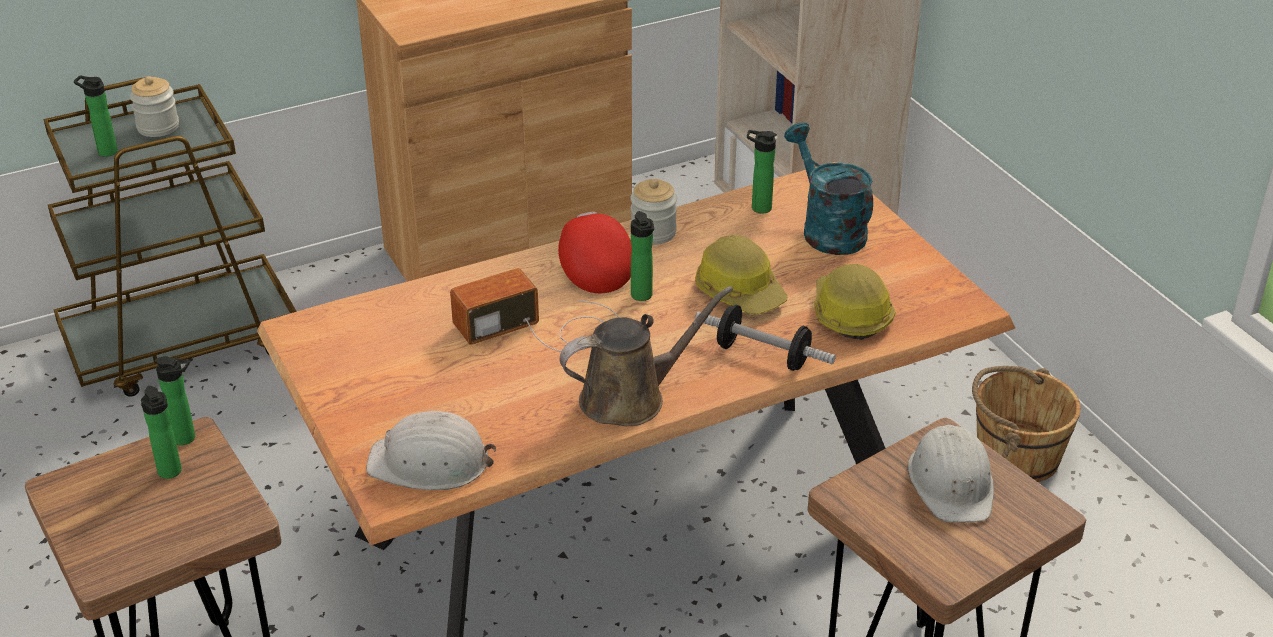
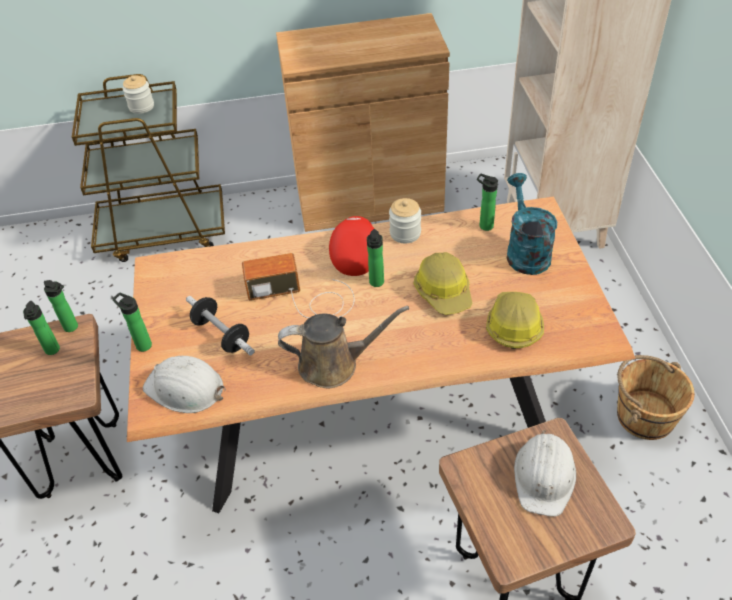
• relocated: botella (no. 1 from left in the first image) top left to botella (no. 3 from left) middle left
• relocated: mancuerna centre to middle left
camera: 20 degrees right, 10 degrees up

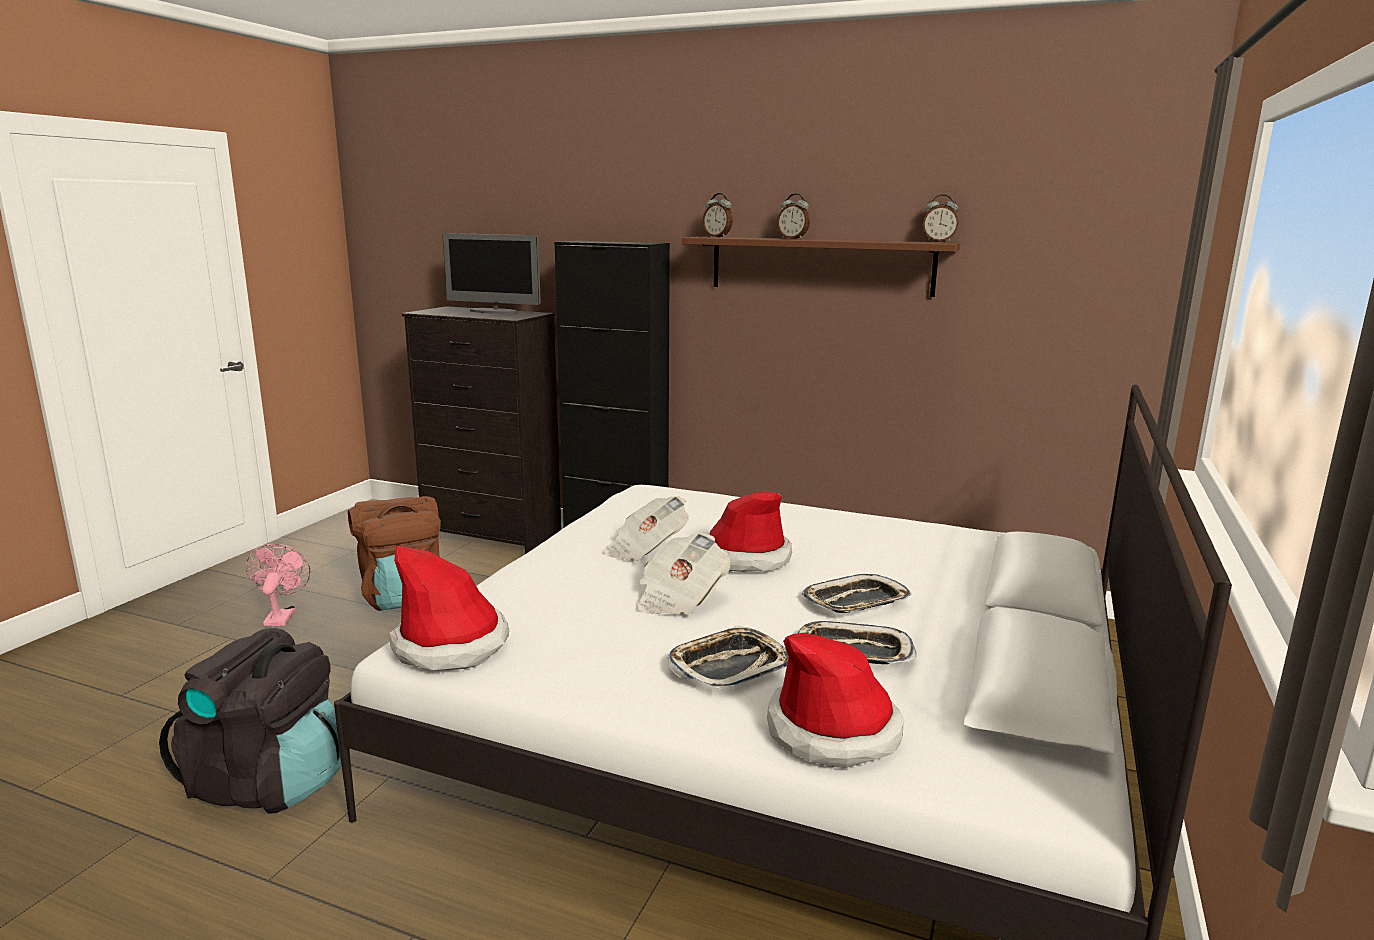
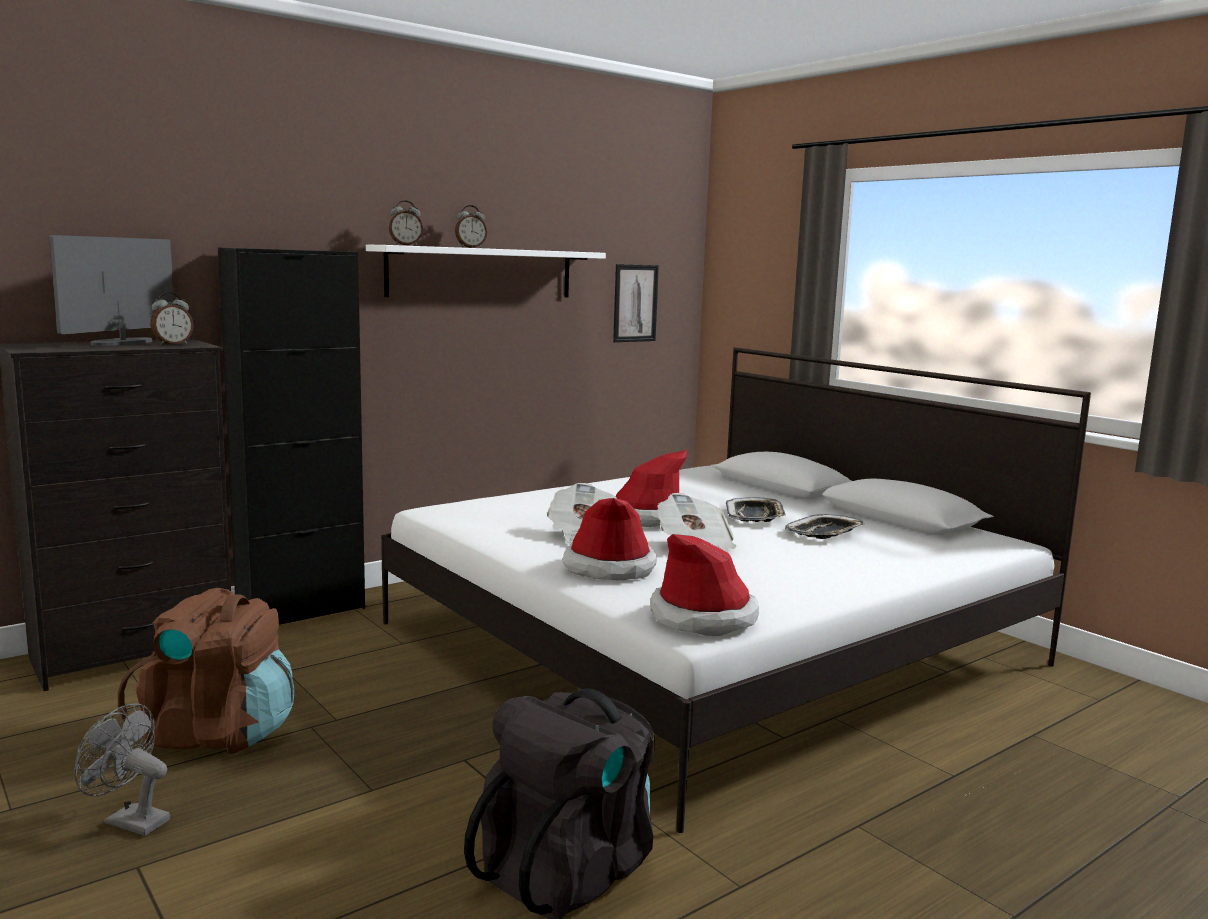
• relocated: despertador (no. 3 from left in the first image) top right to despertador (no. 1 from left) middle left
• spun: monitor top centre = top left 150 degrees clockwise
• colour: estante (marrón) top centre to estante (blanco) top centre
• colour: ventilador (rosa) middle left to ventilador (gris) bottom left
• missing: bandeja (no. 1 from left) bottom centre
• relocated: sombrero (no. 3 from left in the first image) bottom centre to sombrero (no. 1 from left) centre
• appeared: cuadro top centre
camera: 60 degrees left, 5 degrees down

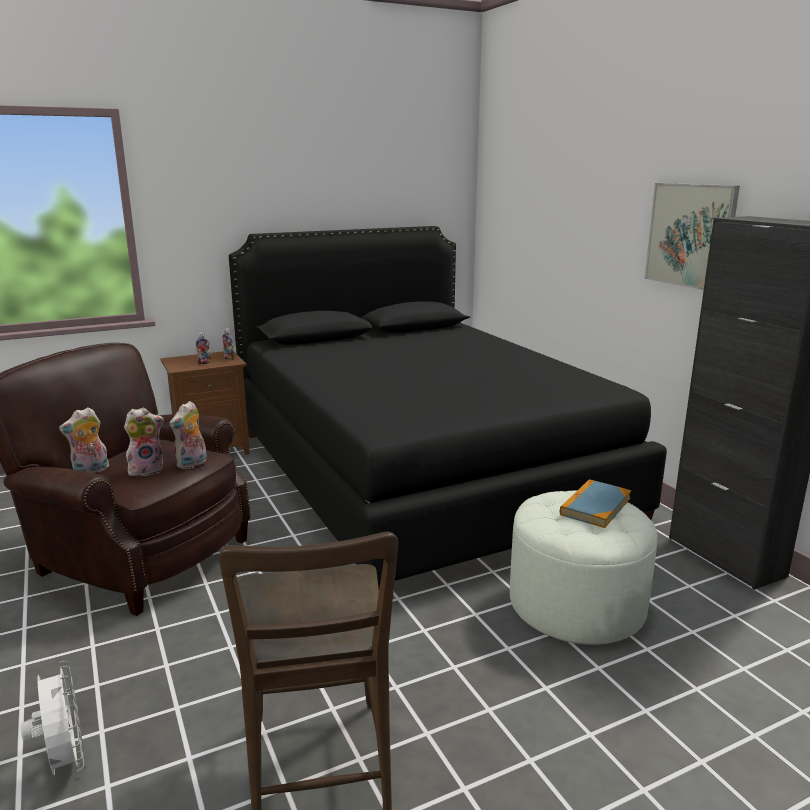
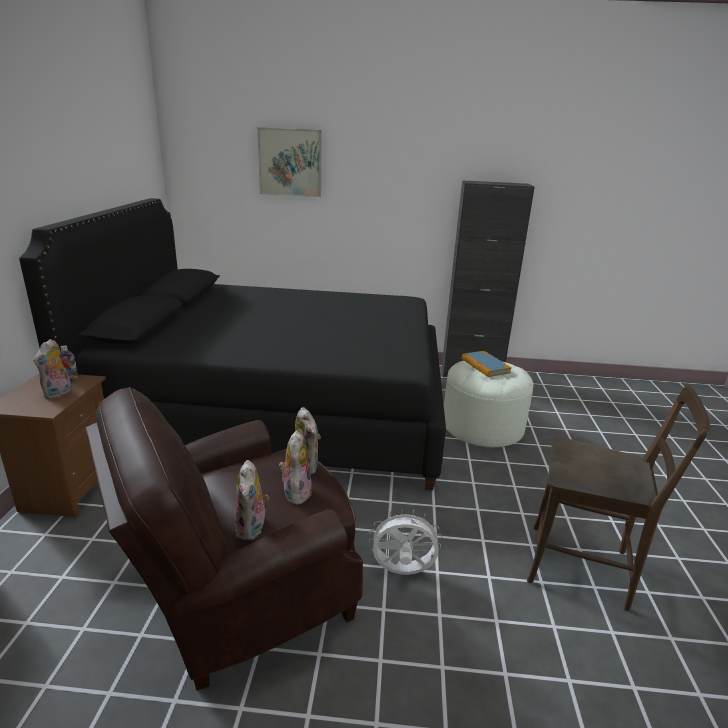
• relocated: cuadro top right to top centre
• exchanged: botella (no. 1 from left) middle left to peluche (no. 1 from left) middle left
• relocated: ventilador (blanco) bottom left to bottom centre
camera: 60 degrees left, 5 degrees up

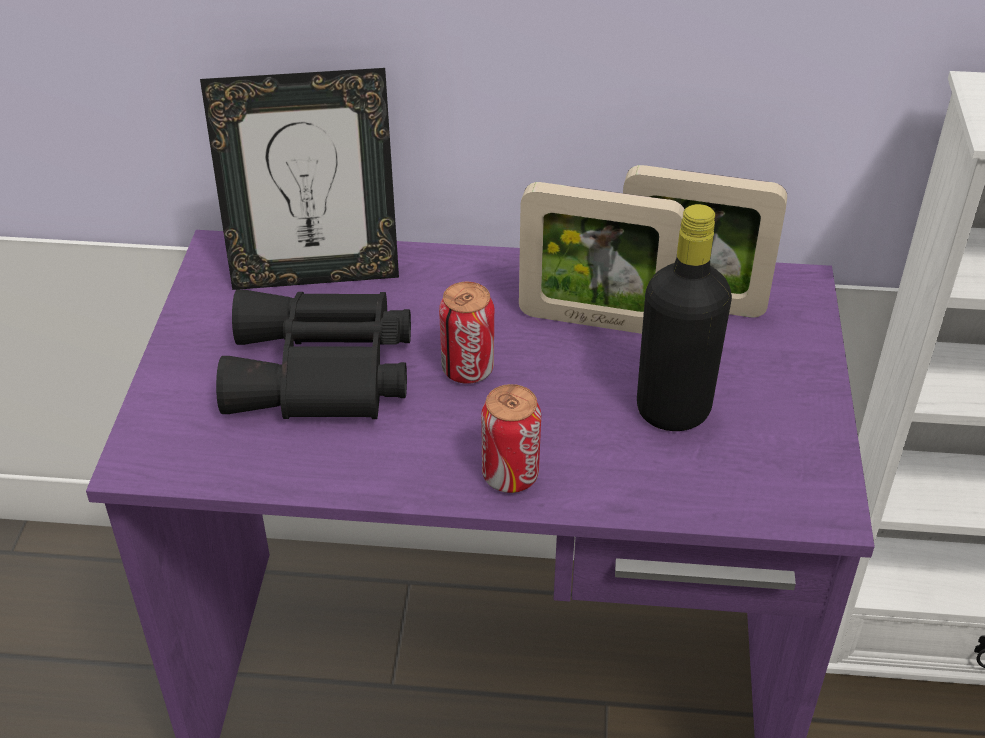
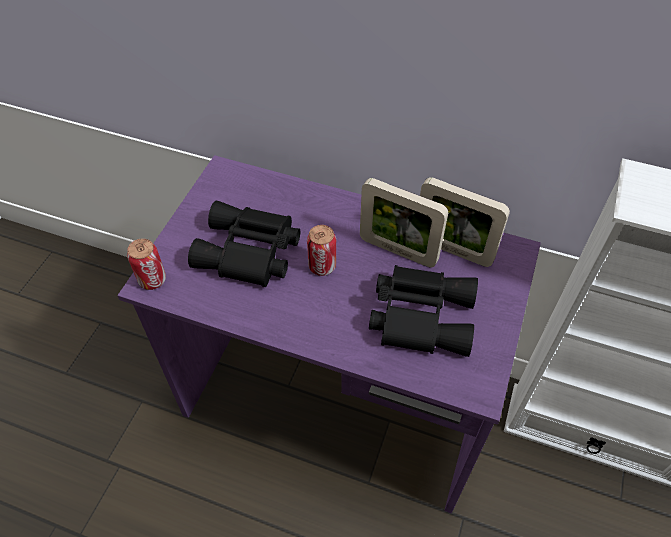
• missing: portarretratos (no. 1 from left) top left
• exchanged: botella (negro) middle right to prismáticos (negro) (no. 2 from left) centre
• relocated: lata (no. 2 from left in the first image) centre to lata (no. 1 from left) middle left
camera: 15 degrees right, 10 degrees up

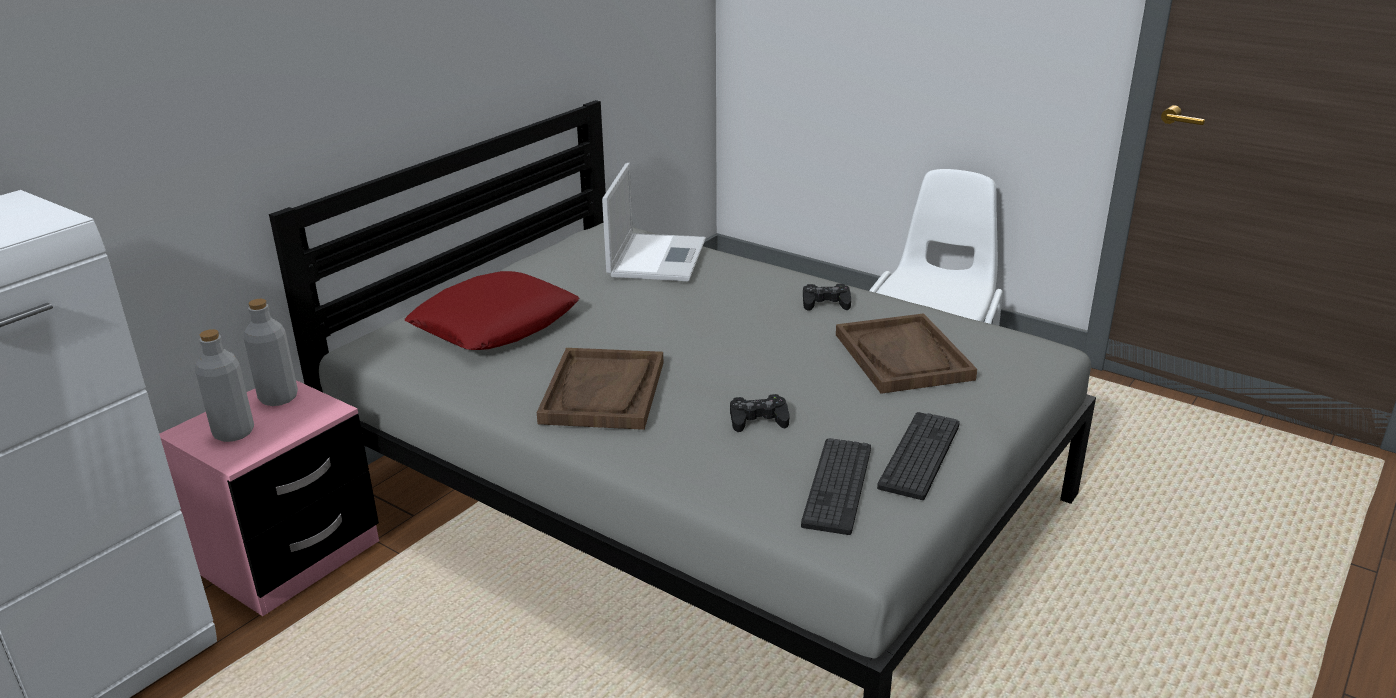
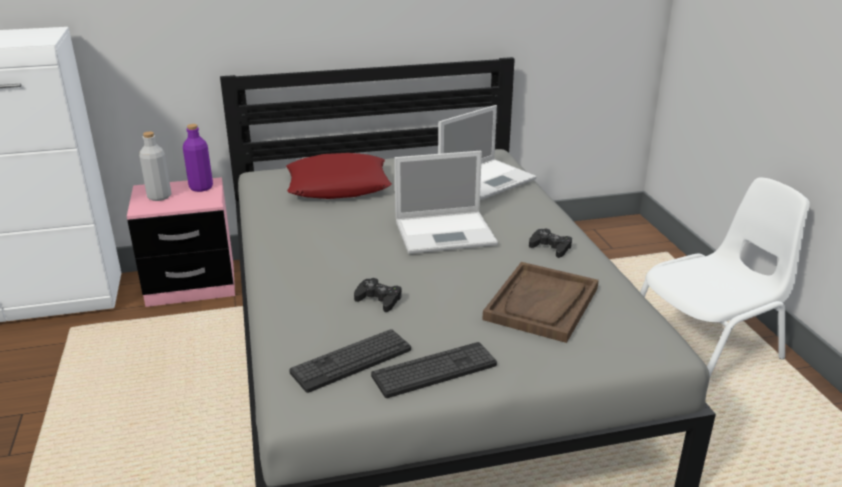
• colour: botella (gris) (no. 2 from left) middle left to botella (morado) top left
• missing: bandeja (marrón) (no. 1 from left) centre
• appeared: portátil (no. 1 from left) centre
camera: 40 degrees right, 0 degrees up

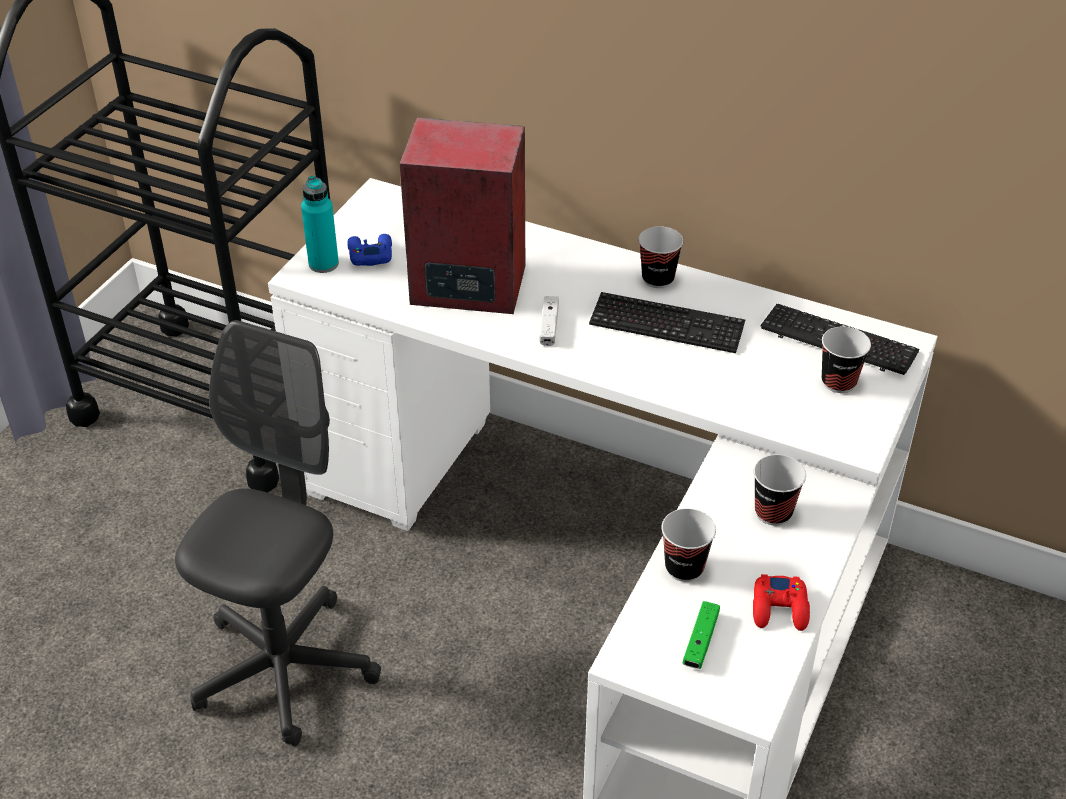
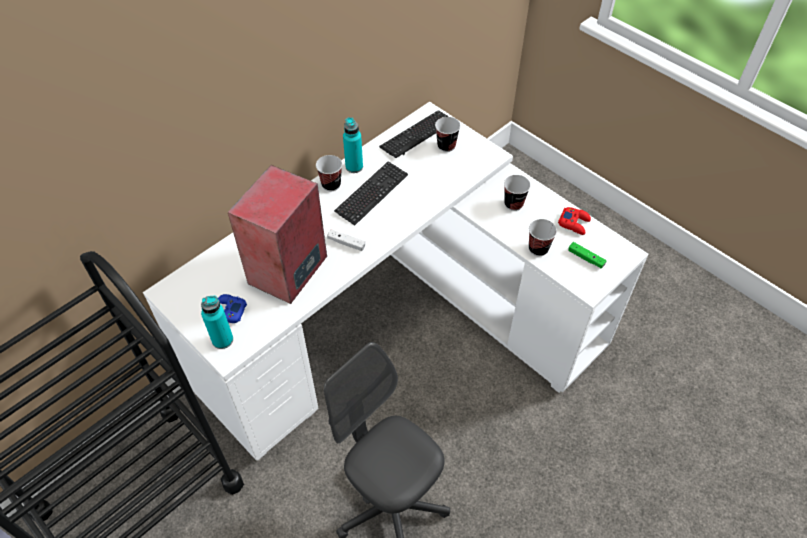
• appeared: botella (turquesa) (no. 2 from left) top centre
camera: 70 degrees left, 10 degrees up

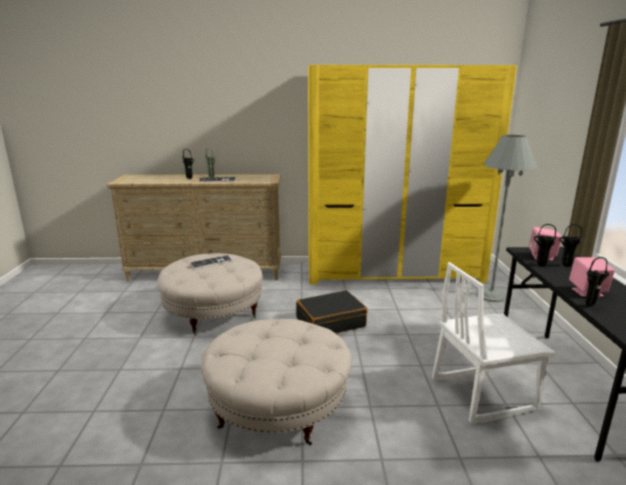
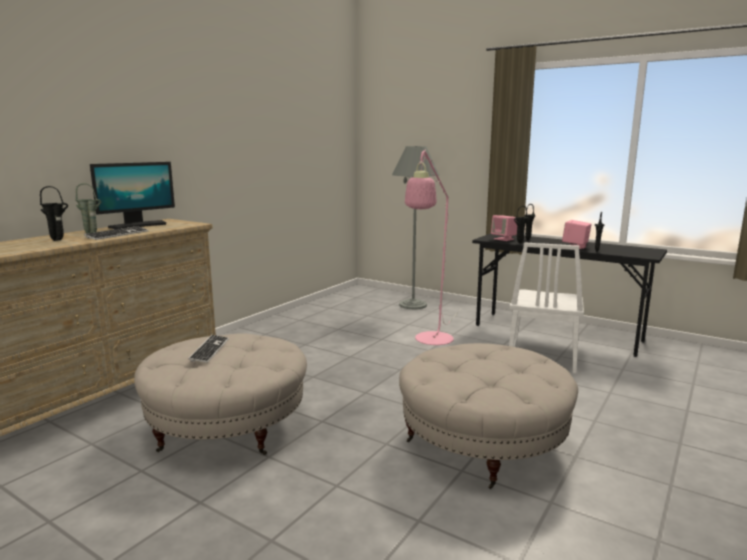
• missing: armario ropero (amarillo) centre
• missing: maleta (negro) centre
• appeared: lámpara de pie (rosa) centre
• appeared: monitor middle left
camera: 55 degrees left, 5 degrees down

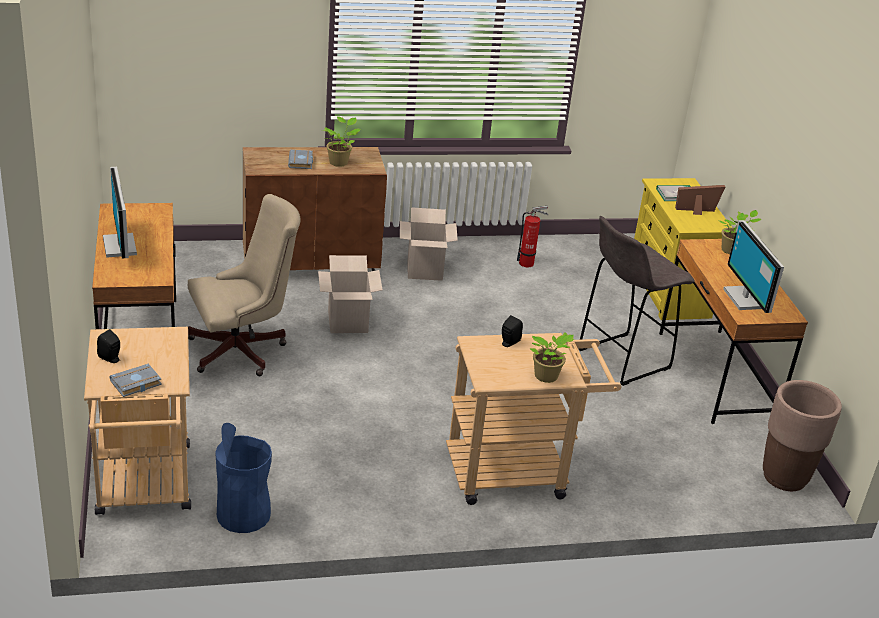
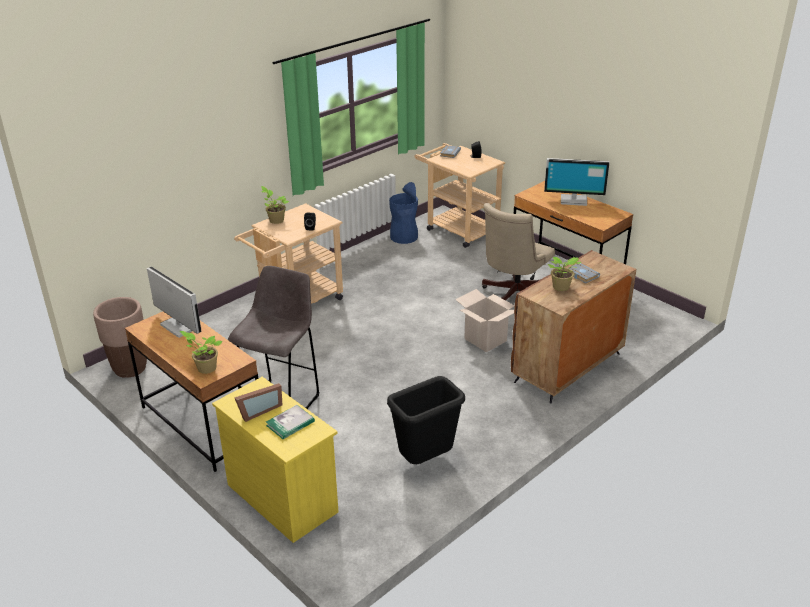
• spun: monitor (no. 1 from left in the first image) middle left = top right 150 degrees clockwise
• exchanged: extintor centre to papelera (negro) bottom centre
• missing: caja de cartón (no. 2 from left) centre
camera: 150 degrees right, 0 degrees up

